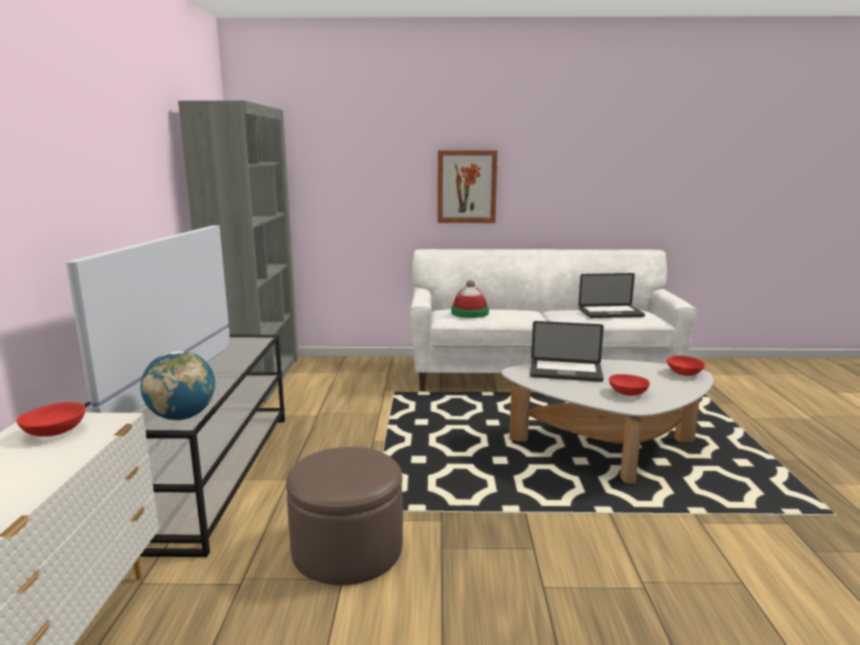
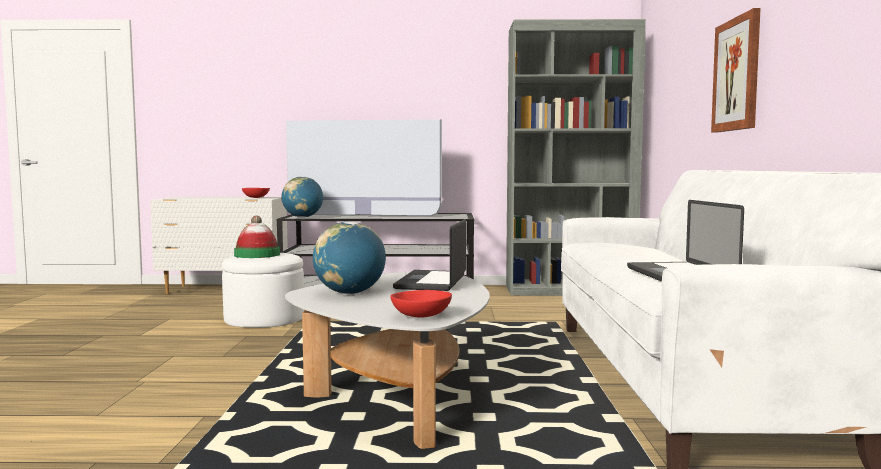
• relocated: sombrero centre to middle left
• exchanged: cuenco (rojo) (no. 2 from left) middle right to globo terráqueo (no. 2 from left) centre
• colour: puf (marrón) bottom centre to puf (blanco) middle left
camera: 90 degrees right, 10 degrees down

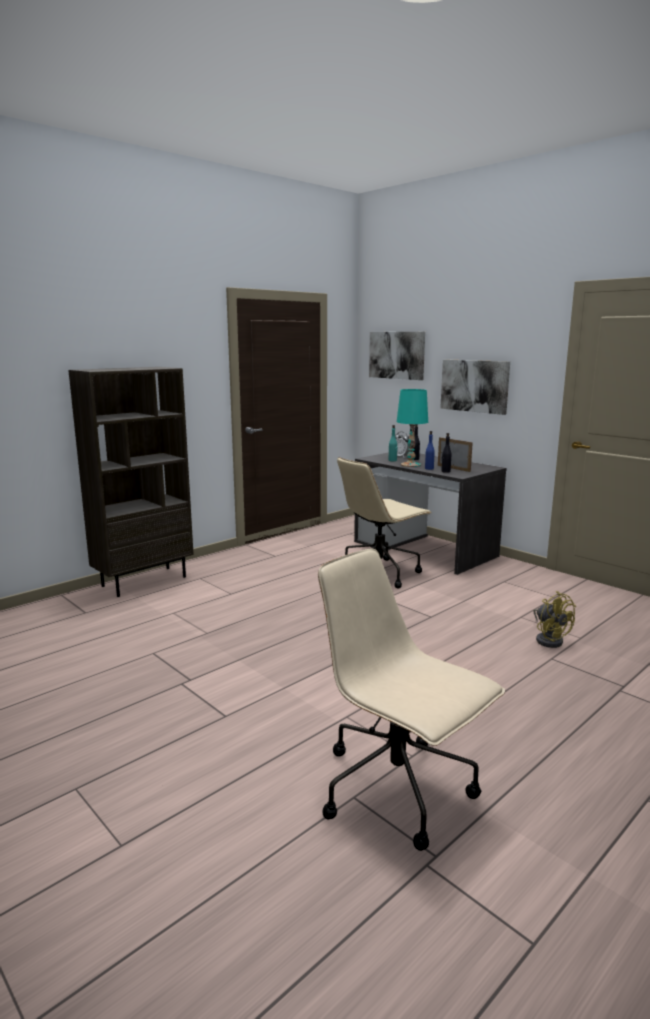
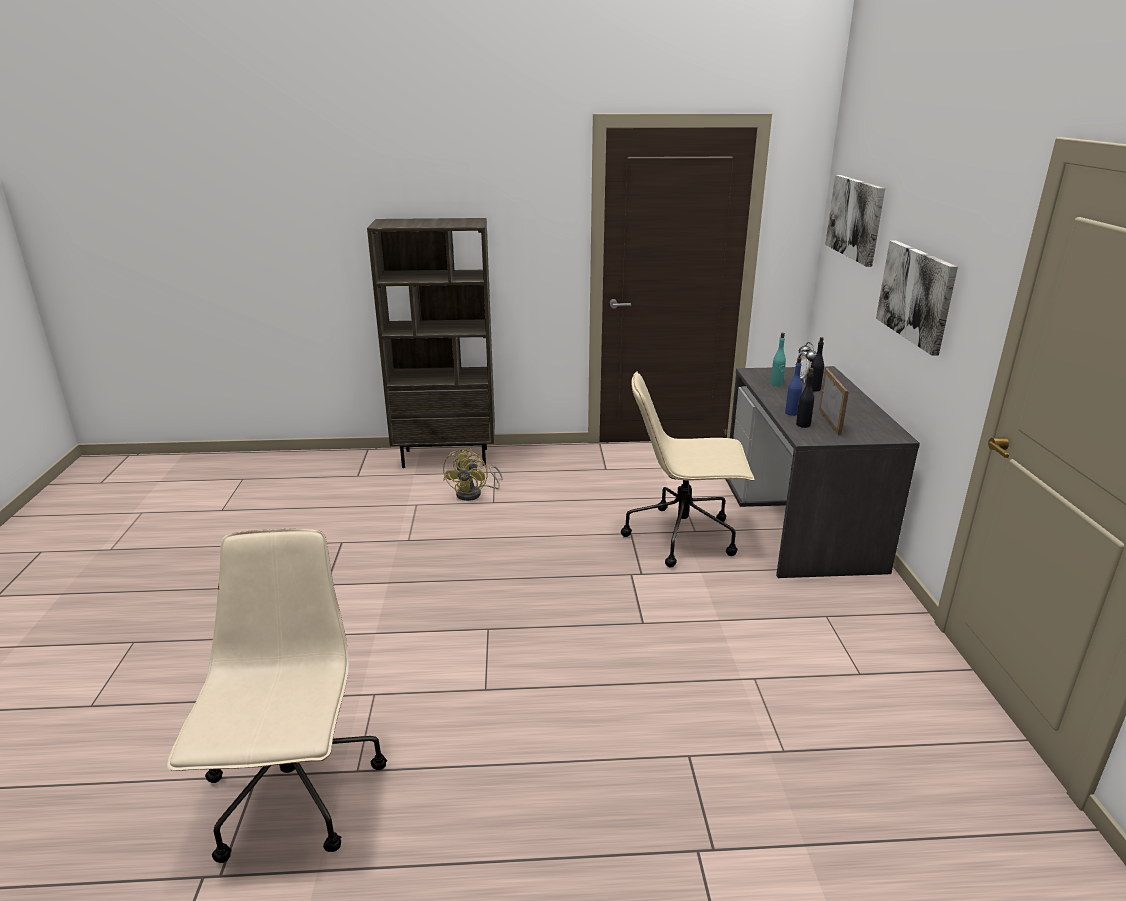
• missing: lámpara de mesa (turquesa) centre
• relocated: ventilador (amarillo) middle right to centre
camera: 40 degrees right, 10 degrees up

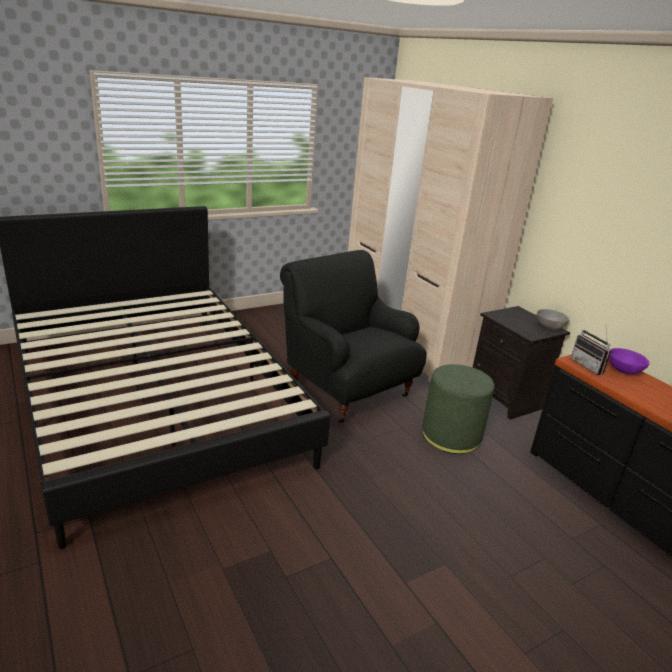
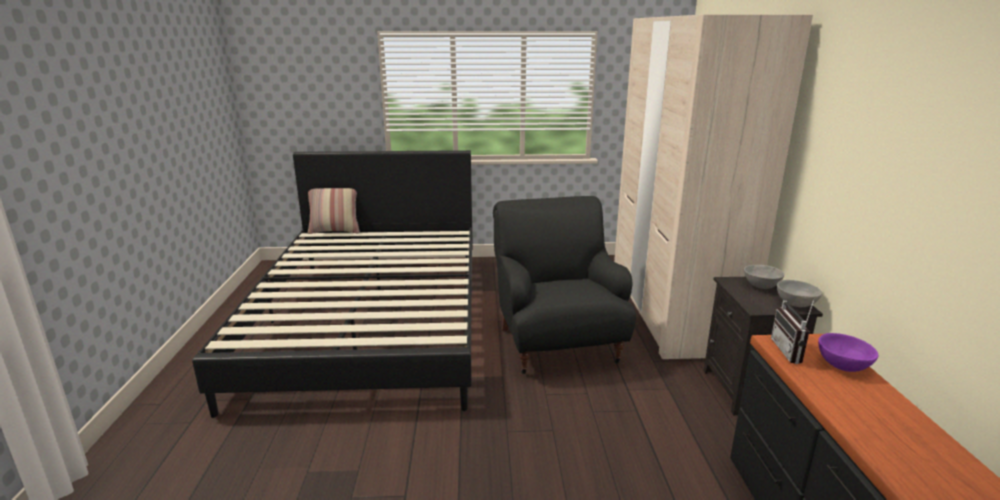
• missing: puf (verde) middle right
• appeared: cojín centre
• appeared: cuenco (gris) (no. 1 from left) middle right
camera: 30 degrees right, 5 degrees down

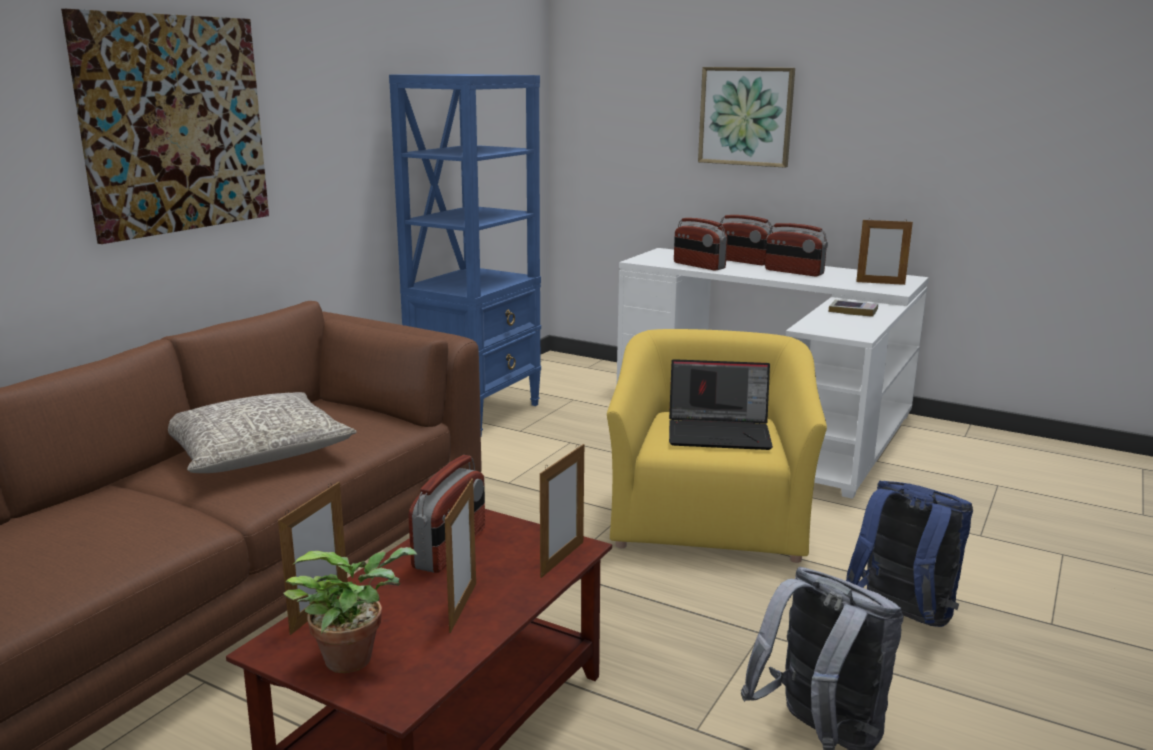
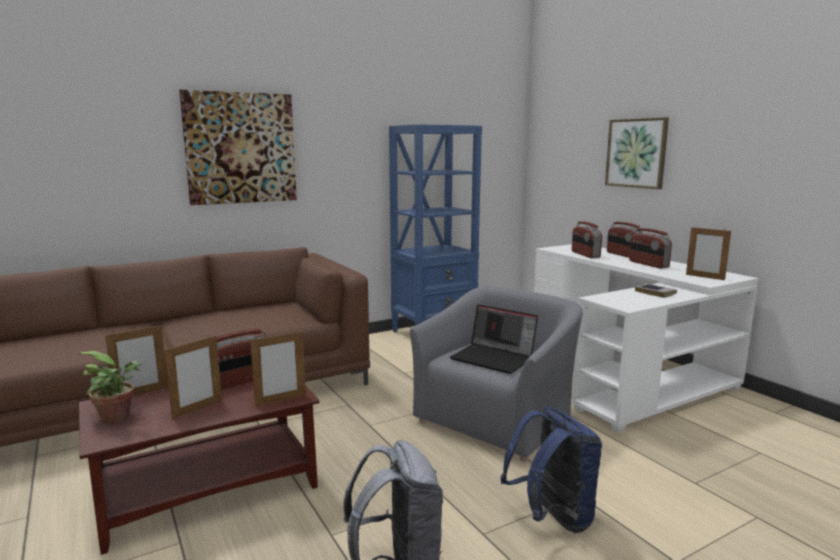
• colour: sillón (amarillo) centre to sillón (gris) bottom centre
• missing: cojín (gris) middle left
camera: 30 degrees right, 5 degrees down

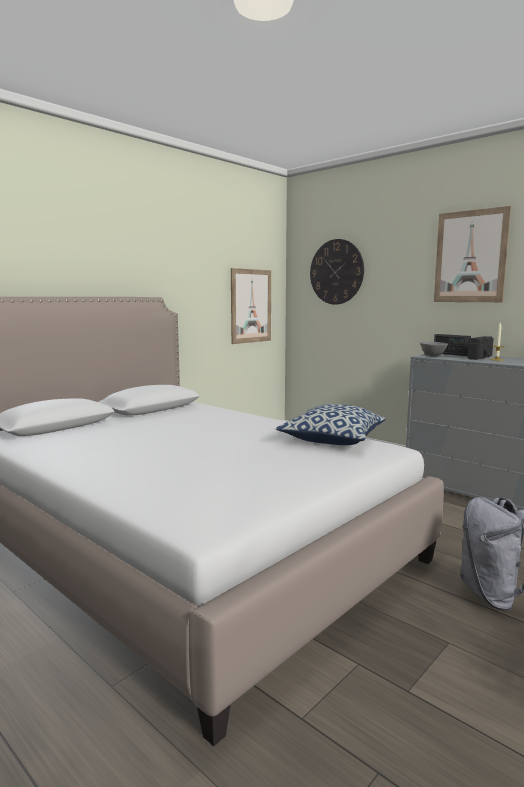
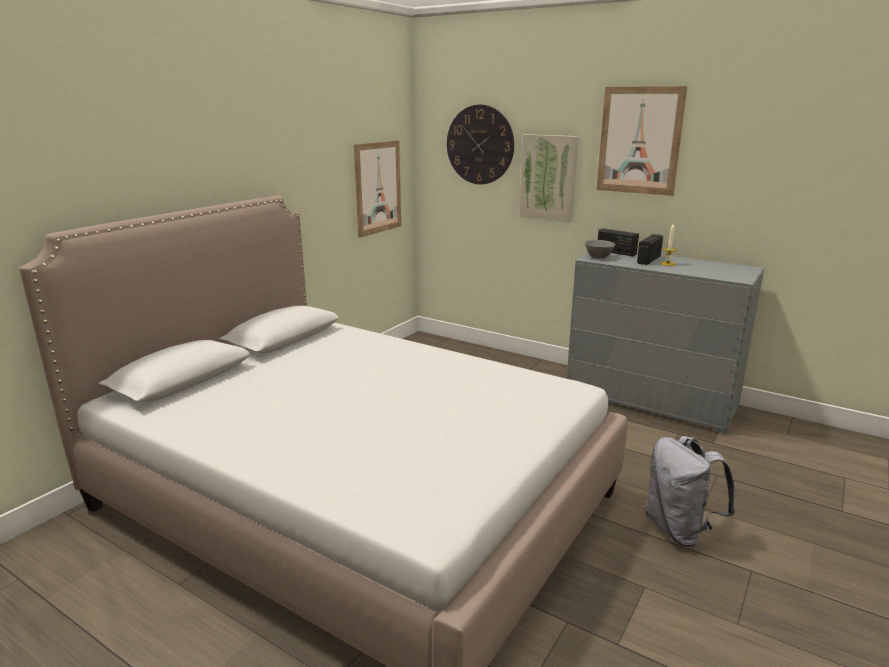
• missing: cojín centre
• appeared: cuadro (no. 2 from left) top centre
camera: 10 degrees left, 10 degrees up

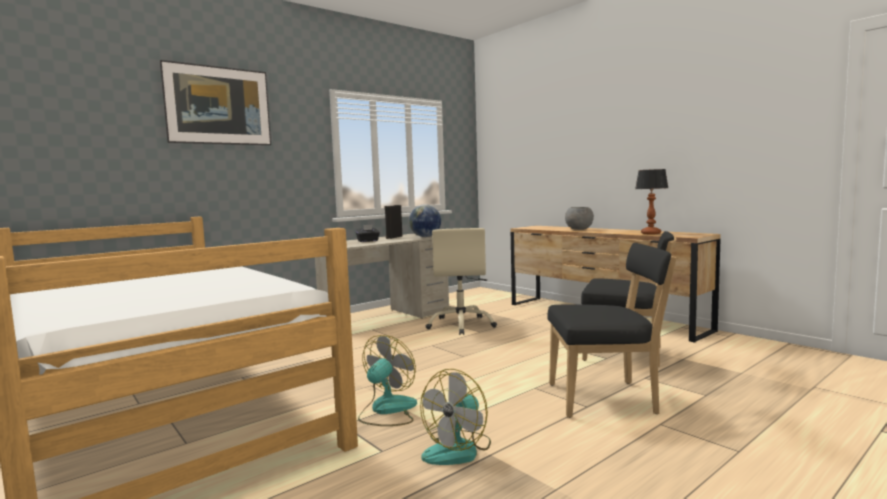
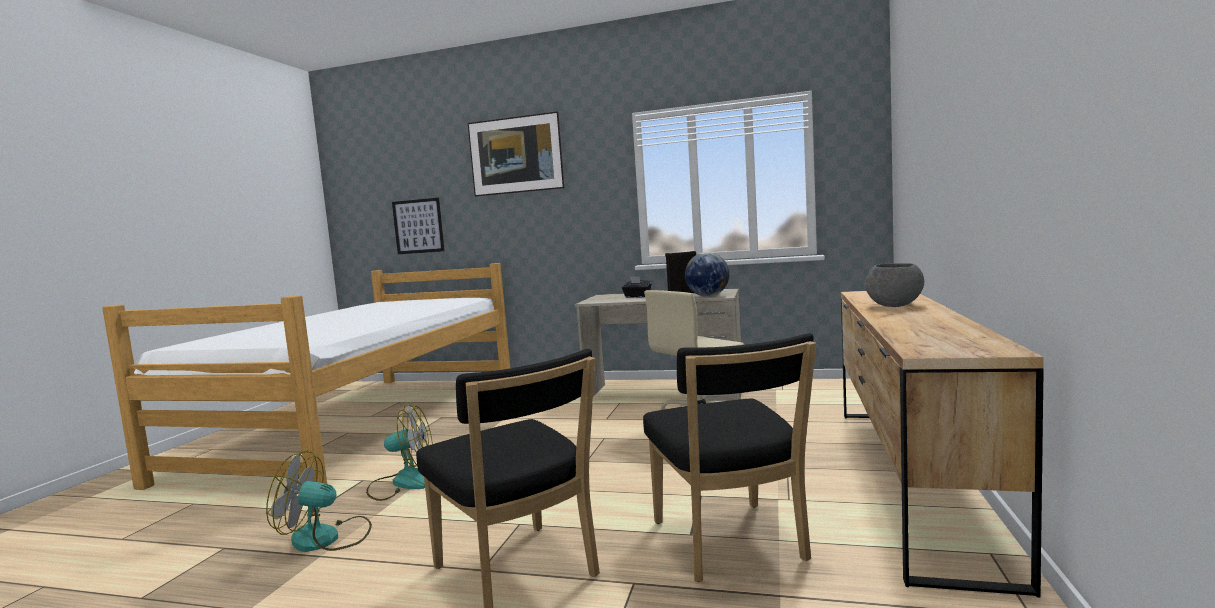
• missing: lámpara de mesa middle right
• appeared: cuadro (no. 1 from left) centre
camera: 55 degrees right, 0 degrees up

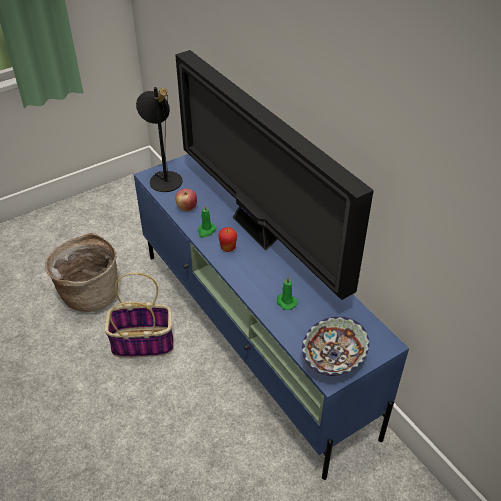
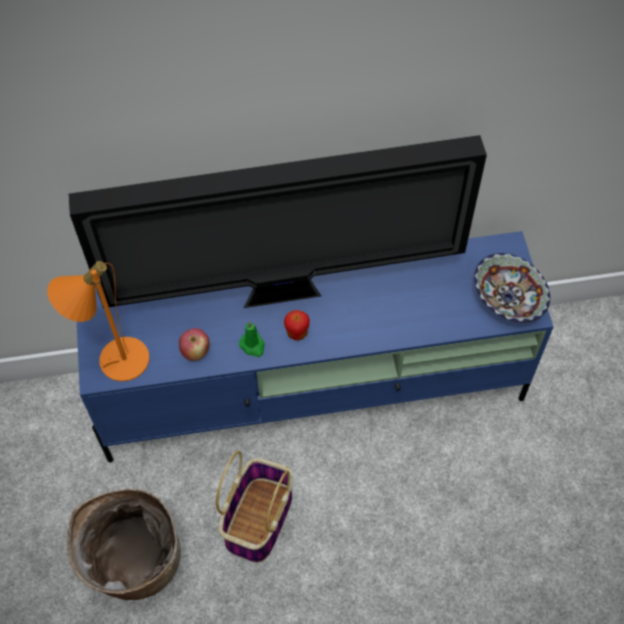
• colour: lámpara de mesa (negro) top left to lámpara de mesa (naranja) middle left
• missing: vela (verde) (no. 2 from left) centre
camera: 65 degrees left, 15 degrees up

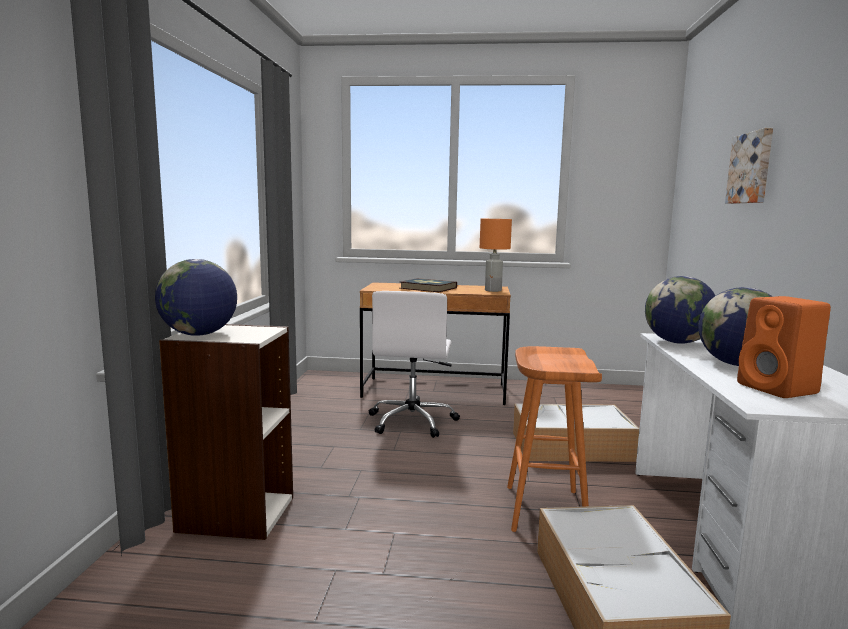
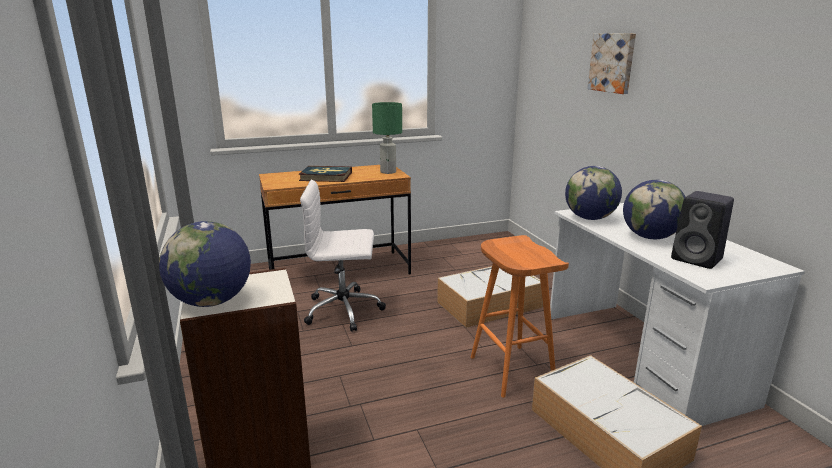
• colour: lámpara de mesa (naranja) centre to lámpara de mesa (verde) top centre
• spun: silla de oficina (blanco) centre = centre 105 degrees clockwise
• colour: altavoz (naranja) middle right to altavoz (negro) middle right
camera: 25 degrees left, 10 degrees up

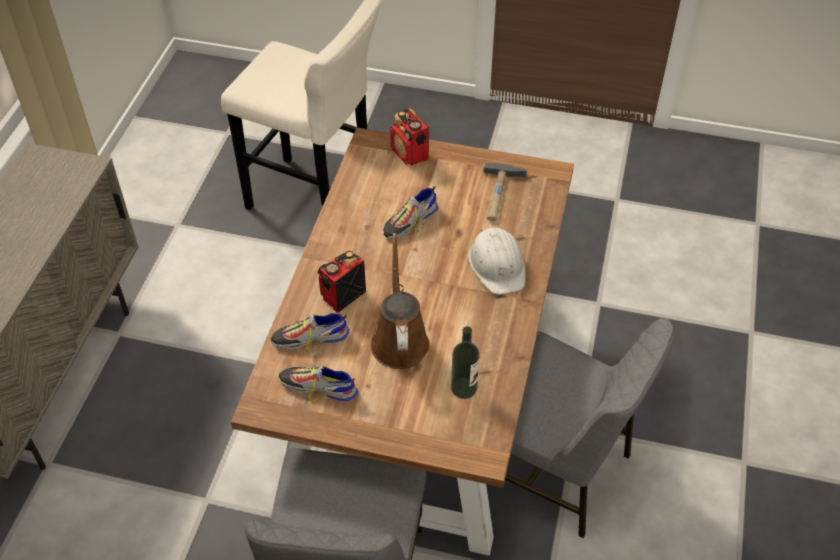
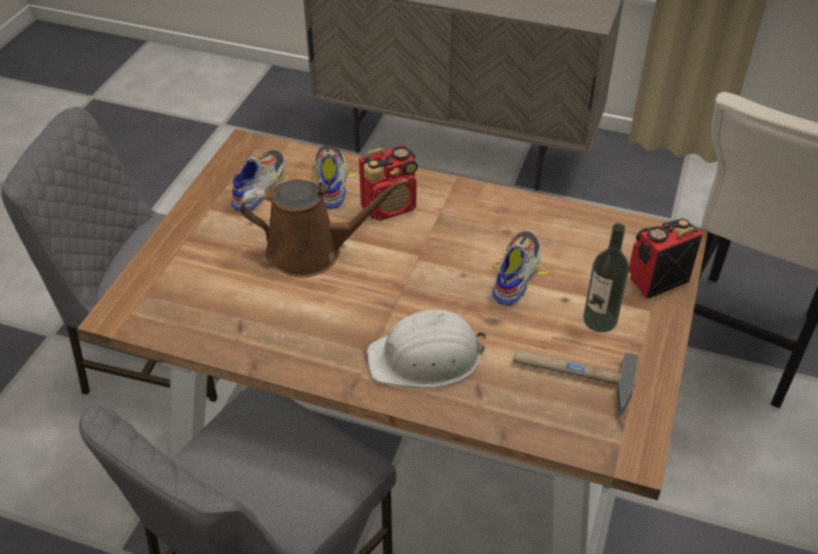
• spun: zapato (no. 3 from left) centre = centre 60 degrees clockwise
• spun: radio (no. 1 from left) centre = top centre 105 degrees clockwise
• relocated: botella centre to middle right
camera: 95 degrees right, 5 degrees down

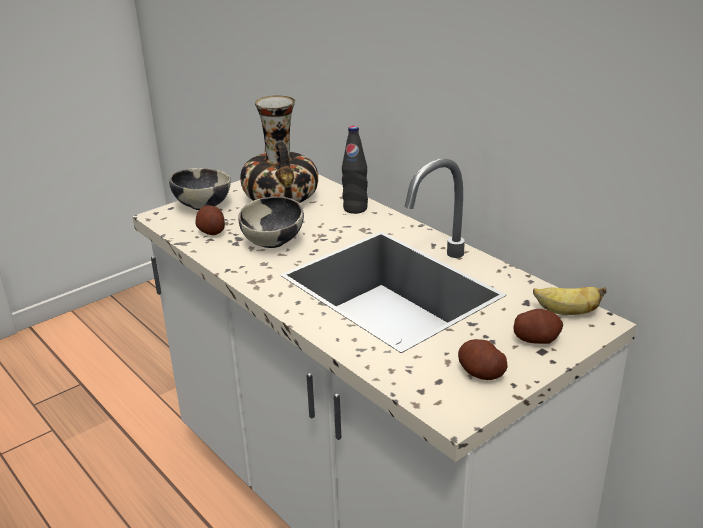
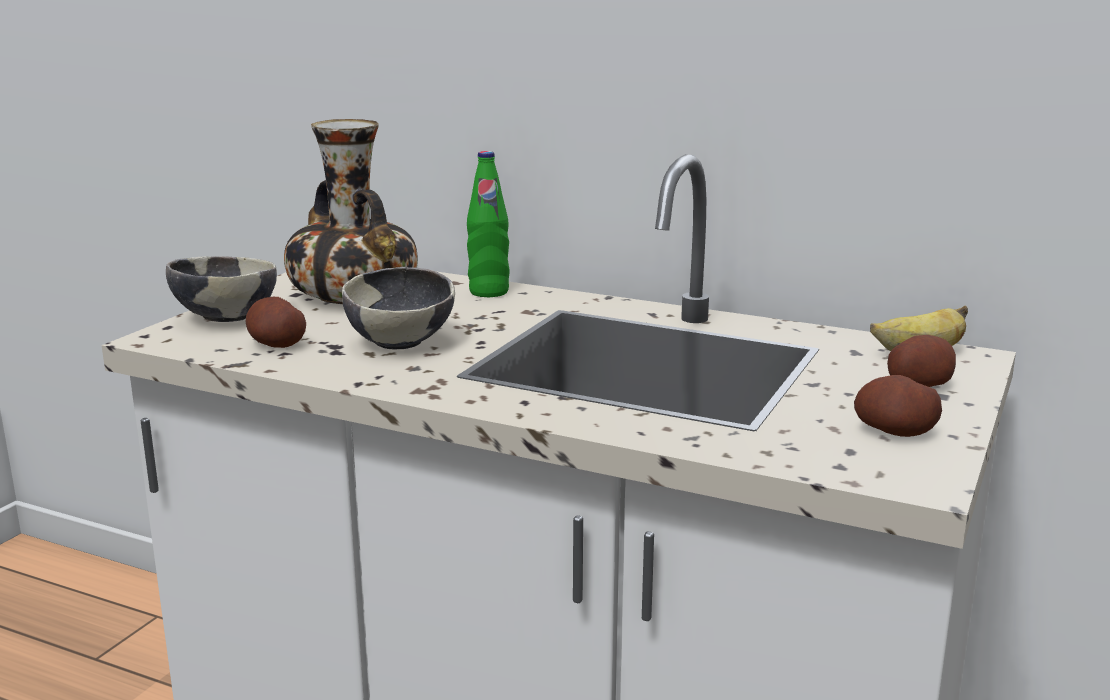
• colour: botella (negro) top centre to botella (verde) top centre
camera: 25 degrees left, 10 degrees down

